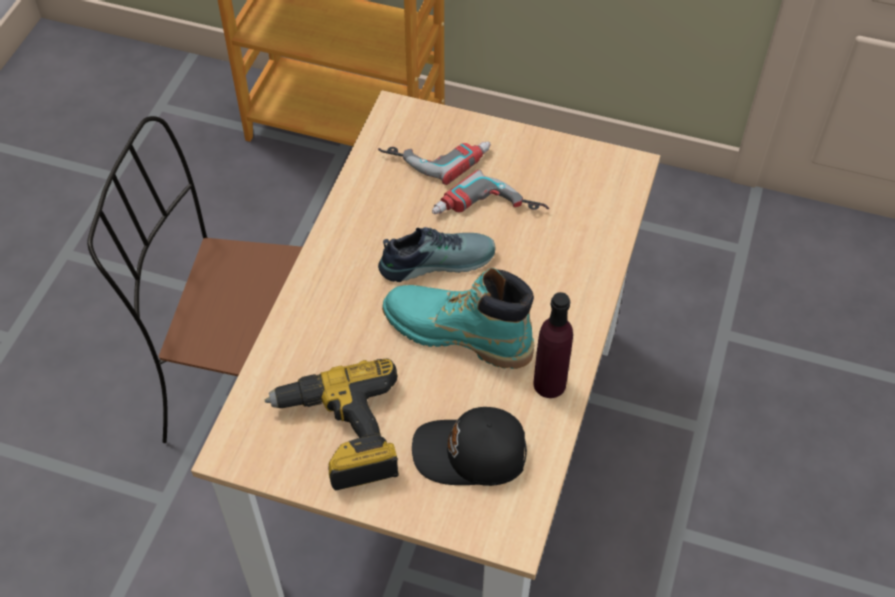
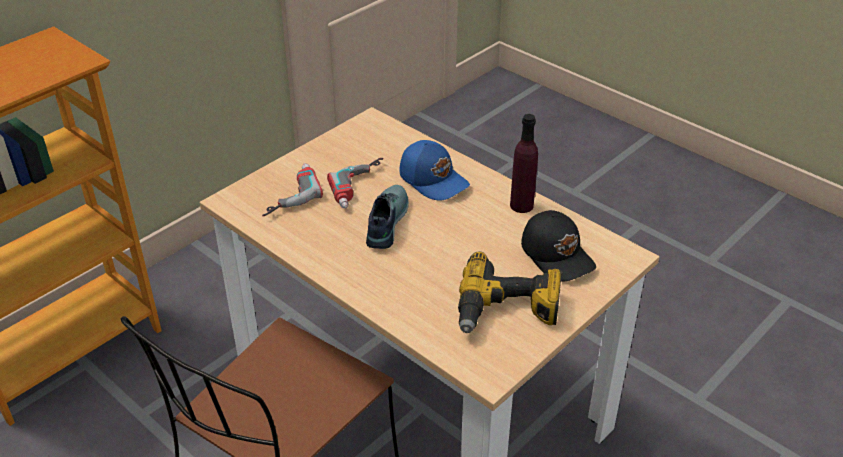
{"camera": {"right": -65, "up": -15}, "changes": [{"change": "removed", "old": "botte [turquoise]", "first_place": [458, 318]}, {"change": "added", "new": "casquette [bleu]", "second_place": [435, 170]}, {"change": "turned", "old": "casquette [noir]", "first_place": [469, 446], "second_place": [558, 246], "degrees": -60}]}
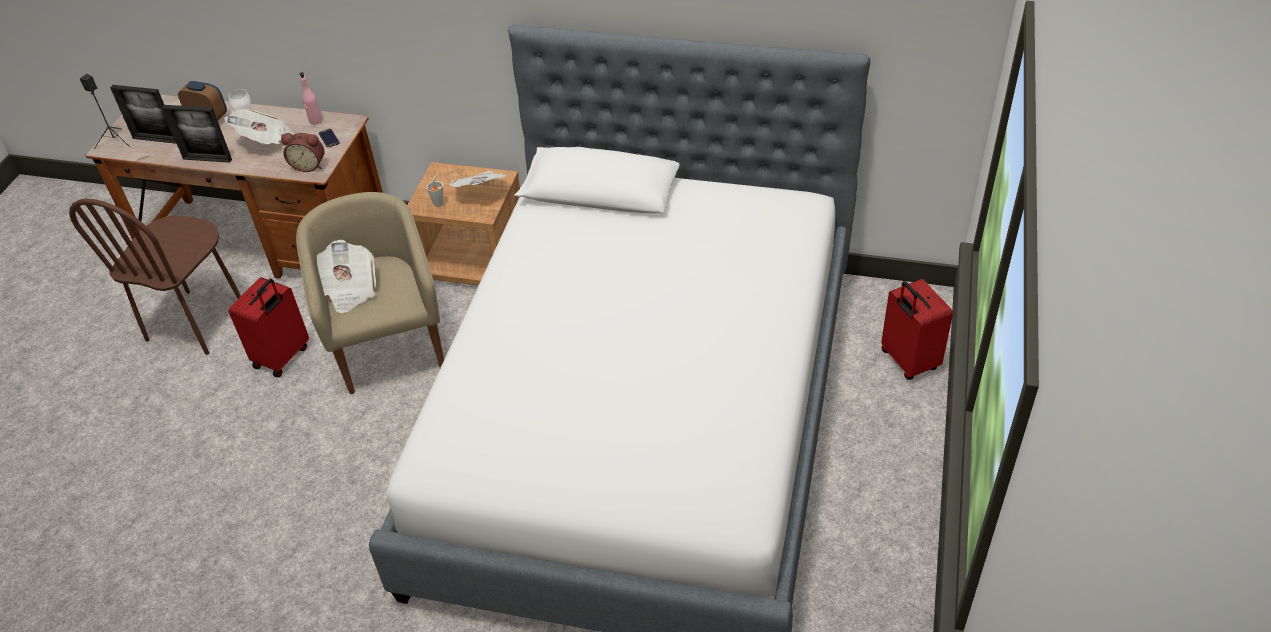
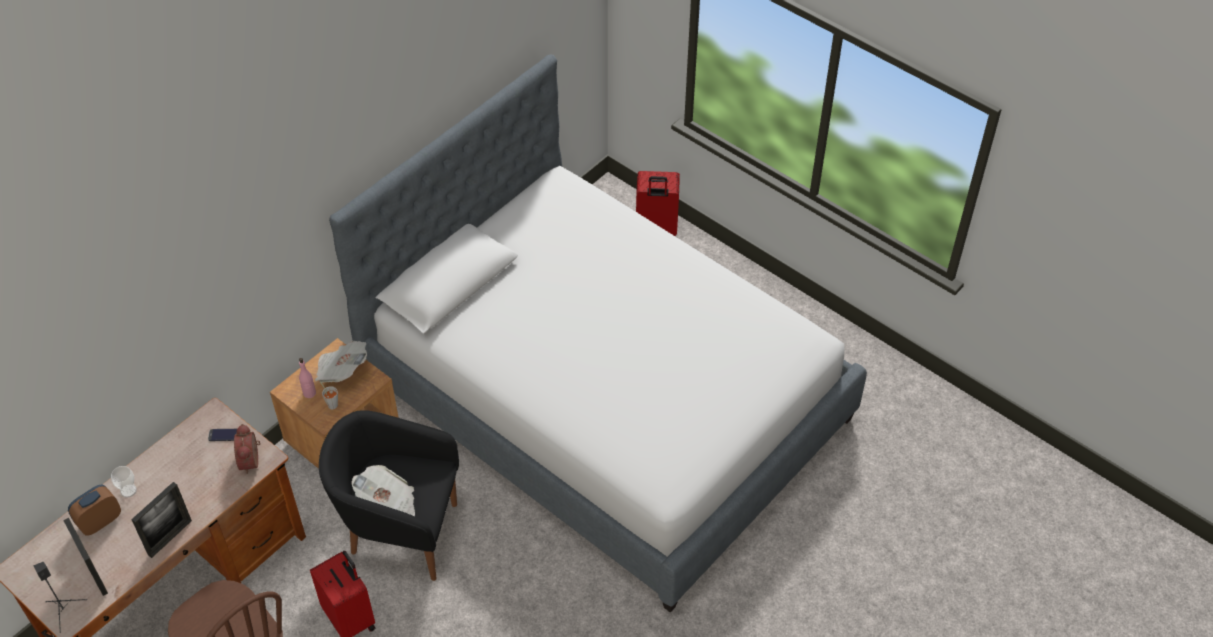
{"camera": {"right": -65, "up": 5}, "changes": [{"change": "removed", "old": "journal", "first_place": [259, 126]}, {"change": "moved", "old": "bouteille [rose]", "first_place": [310, 98], "second_place": [307, 378]}, {"change": "recoloured", "old": "fauteuil [beige]", "new": "fauteuil [noir]", "first_place": [370, 293], "second_place": [389, 495]}, {"change": "turned", "old": "cadre photo", "first_place": [143, 114], "second_place": [85, 557], "degrees": -75}, {"change": "turned", "old": "réveil", "first_place": [303, 152], "second_place": [247, 449], "degrees": 135}]}
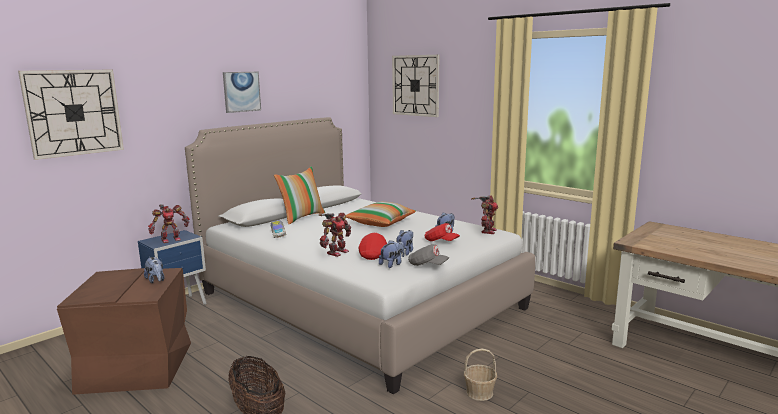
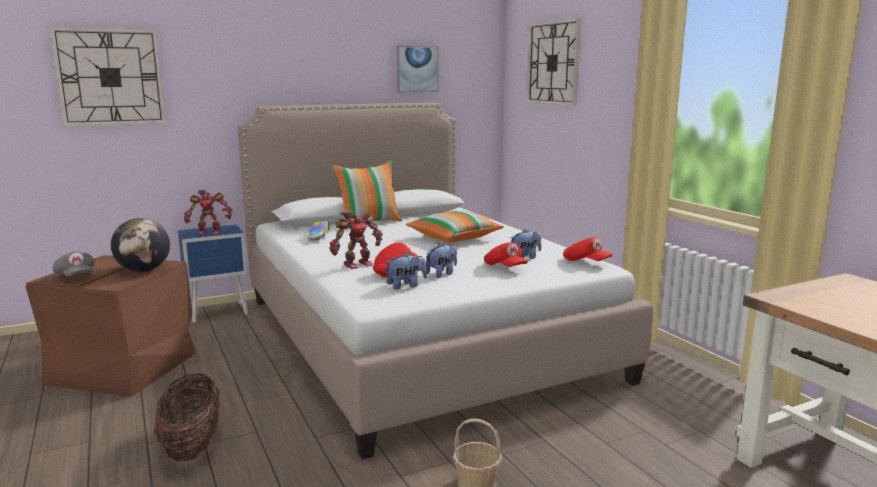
{"camera": {"right": 20, "up": 0}, "changes": [{"change": "moved", "old": "tableau", "first_place": [242, 92], "second_place": [417, 69]}, {"change": "moved", "old": "casquette [gris]", "first_place": [428, 255], "second_place": [74, 263]}, {"change": "replaced", "old": "peluche", "new": "globe", "first_place": [154, 270], "second_place": [140, 245]}, {"change": "replaced", "old": "robot jouet", "new": "casquette [rouge]", "first_place": [484, 215], "second_place": [588, 249]}]}
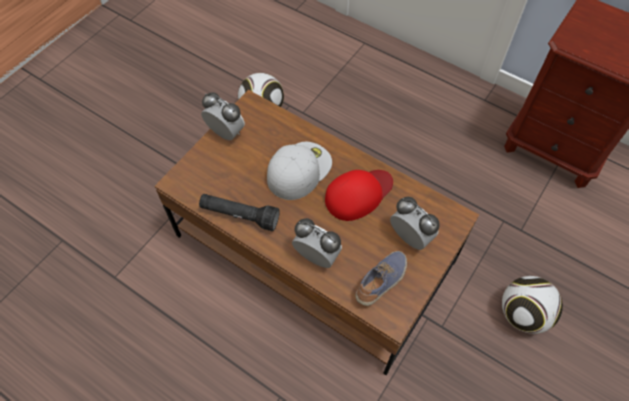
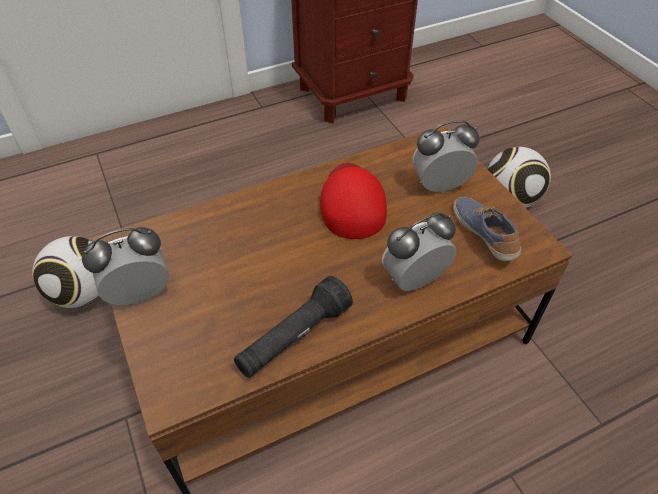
{"camera": {"right": -60, "up": -10}, "changes": [{"change": "removed", "old": "casquette [blanc]", "first_place": [299, 171]}]}
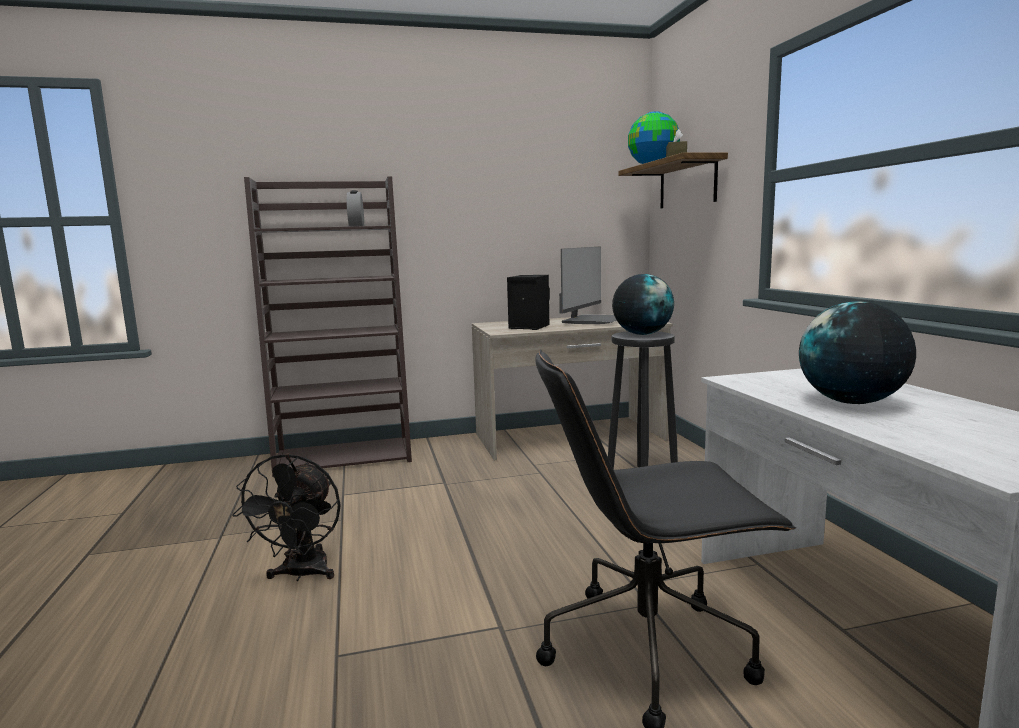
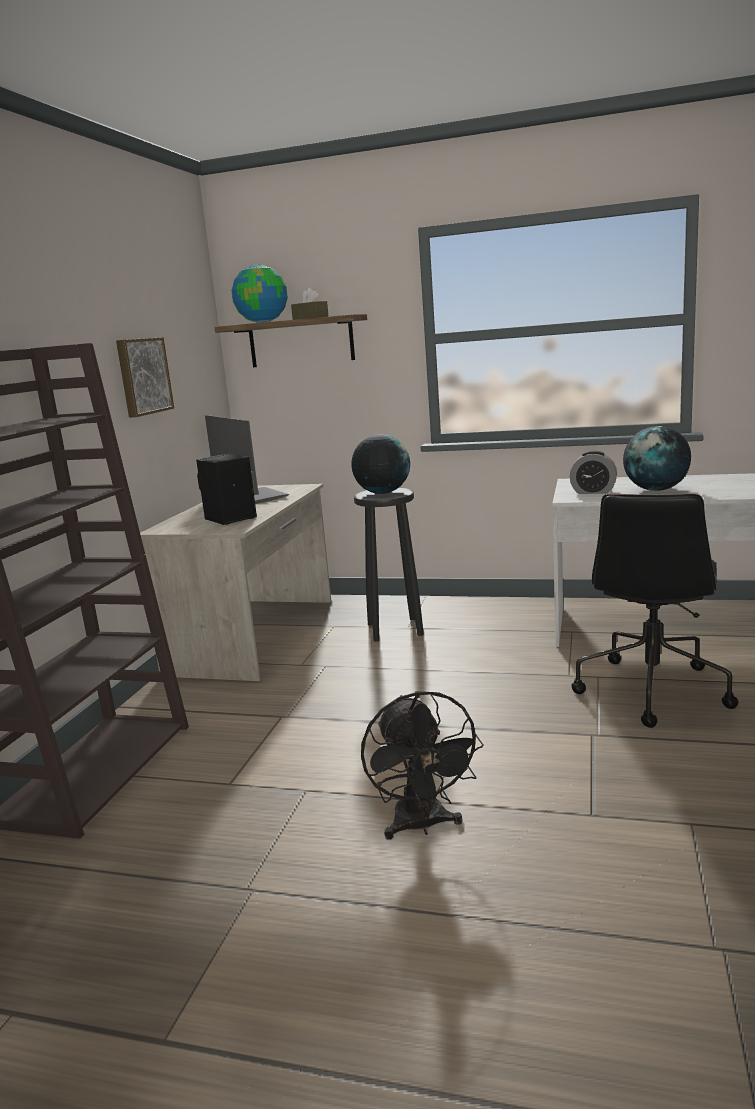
{"camera": {"right": -60, "up": 5}, "changes": [{"change": "added", "new": "tableau", "second_place": [145, 377]}, {"change": "moved", "old": "réveil", "first_place": [355, 208], "second_place": [593, 472]}, {"change": "turned", "old": "ventilateur [noir]", "first_place": [286, 517], "second_place": [422, 765], "degrees": 45}]}
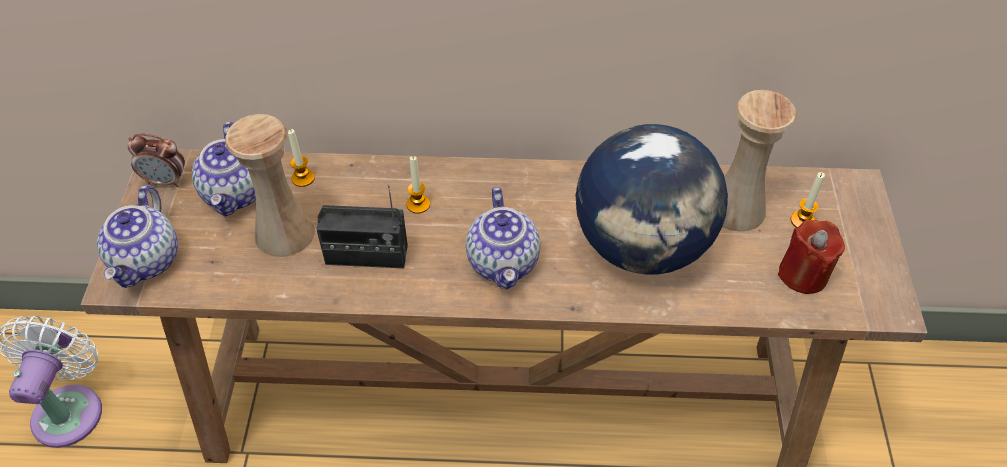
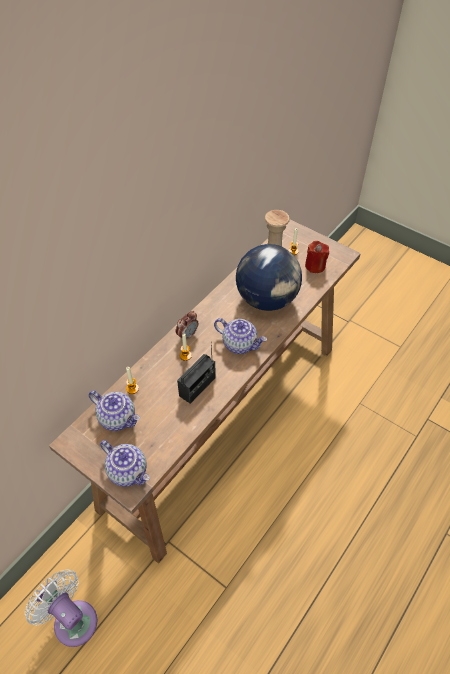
{"camera": {"right": -55, "up": 0}, "changes": [{"change": "removed", "old": "vase [beige]", "first_place": [270, 185]}, {"change": "moved", "old": "réveil", "first_place": [156, 160], "second_place": [187, 325]}]}
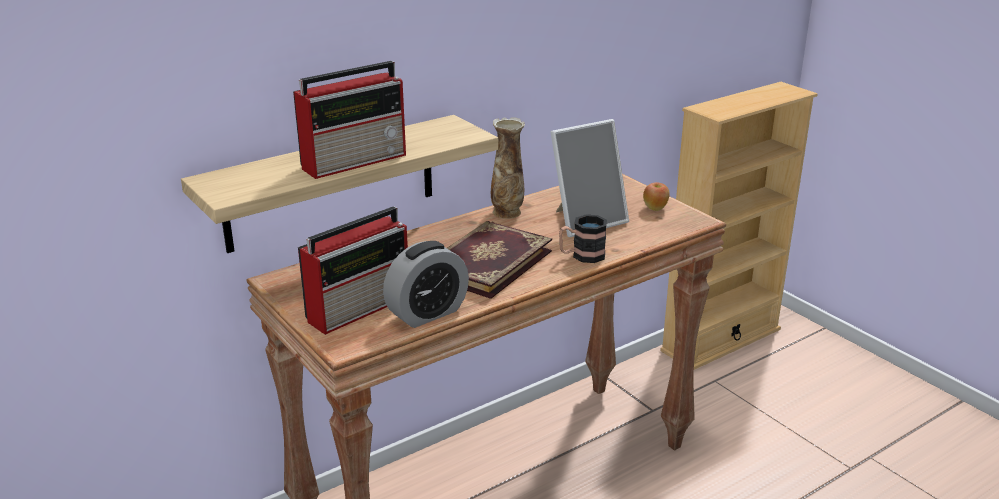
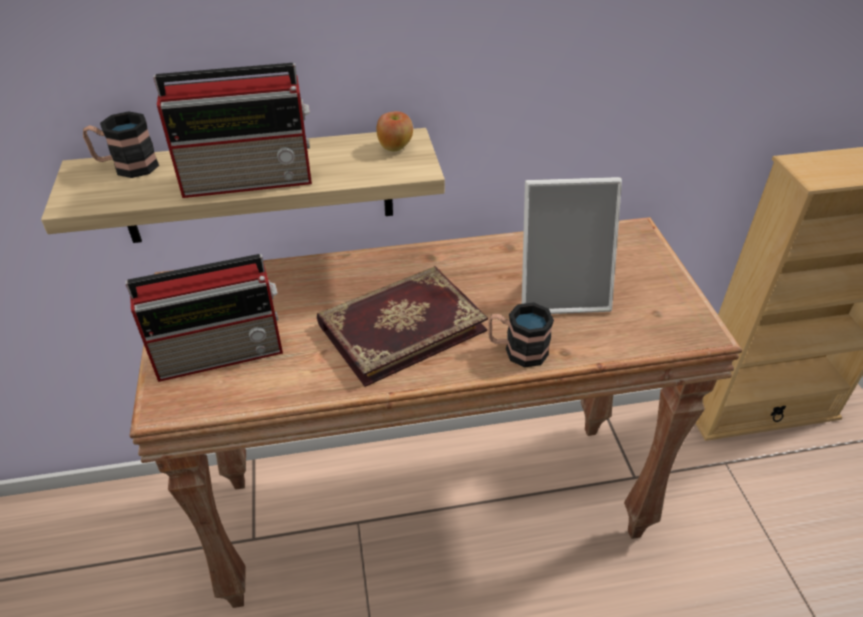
{"camera": {"right": 25, "up": 15}, "changes": [{"change": "removed", "old": "réveil", "first_place": [426, 284]}, {"change": "removed", "old": "vase", "first_place": [508, 168]}, {"change": "added", "new": "mug", "second_place": [121, 144]}, {"change": "moved", "old": "pomme", "first_place": [656, 196], "second_place": [395, 131]}]}
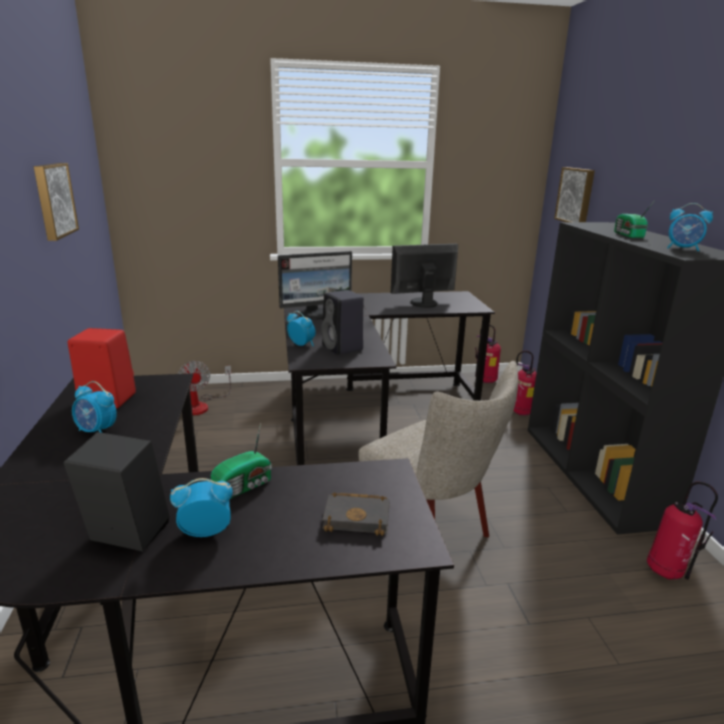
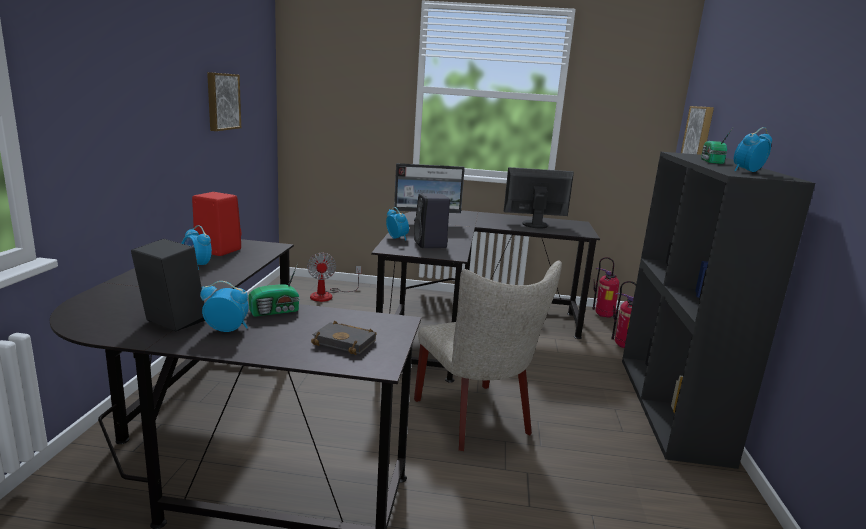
{"camera": {"right": 15, "up": -5}, "changes": [{"change": "removed", "old": "extincteur", "first_place": [682, 531]}, {"change": "turned", "old": "réveil", "first_place": [690, 227], "second_place": [753, 149], "degrees": 105}]}
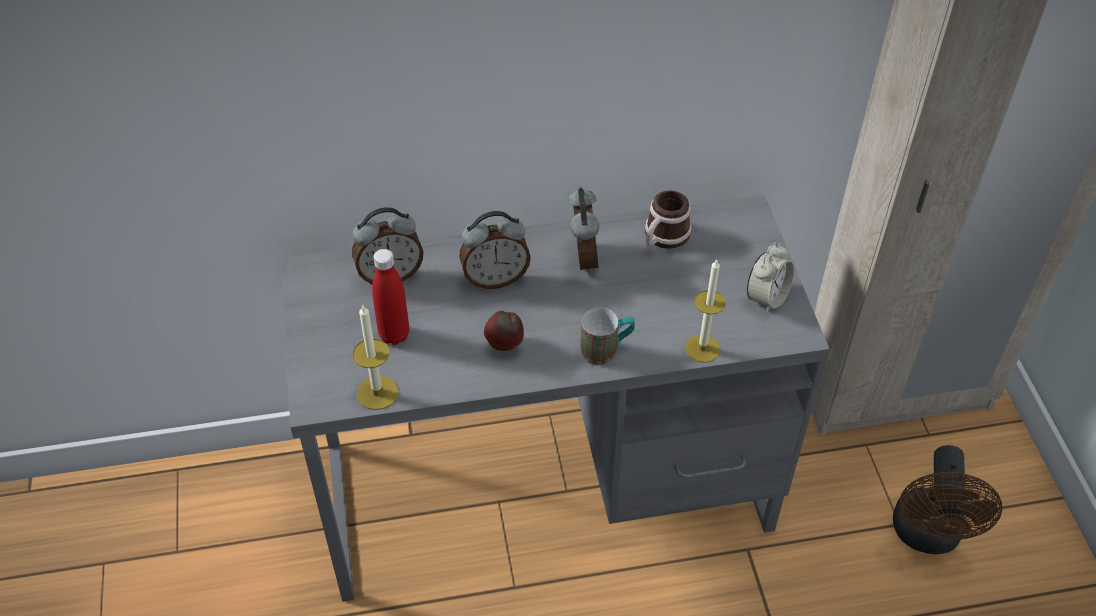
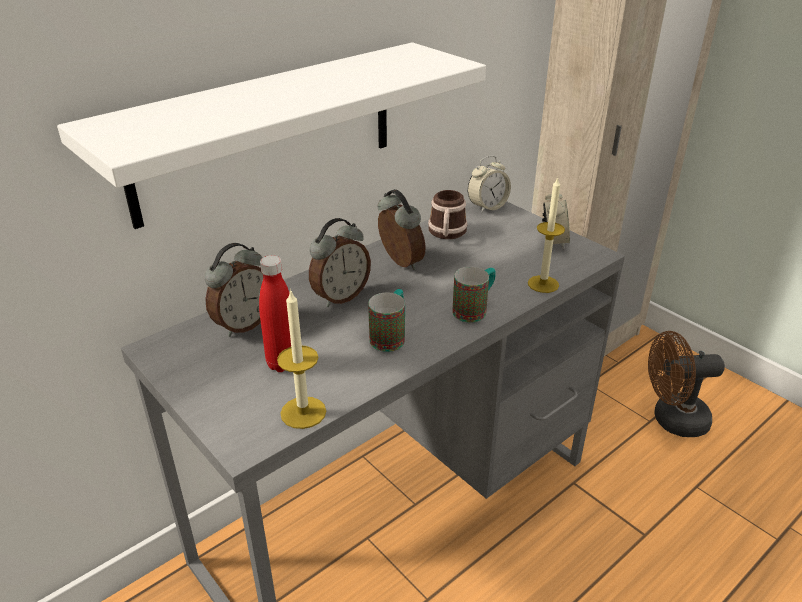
{"camera": {"right": -30, "up": -15}, "changes": [{"change": "added", "new": "étagère [blanc]", "second_place": [271, 135]}, {"change": "added", "new": "réveil", "second_place": [489, 185]}, {"change": "replaced", "old": "pomme", "new": "mug", "first_place": [504, 331], "second_place": [386, 320]}, {"change": "turned", "old": "ventilateur [marron]", "first_place": [947, 499], "second_place": [686, 384], "degrees": 105}]}
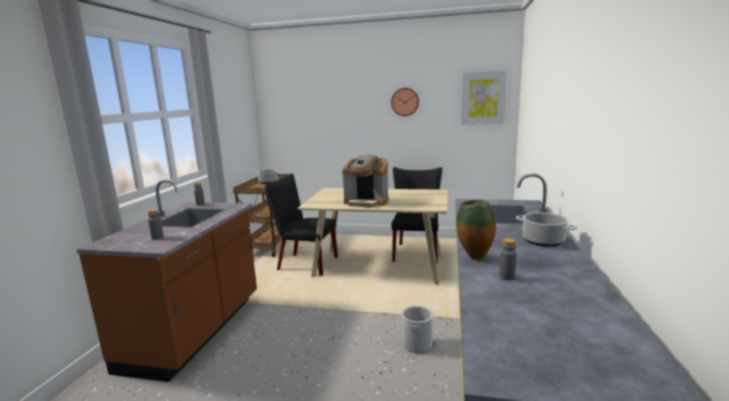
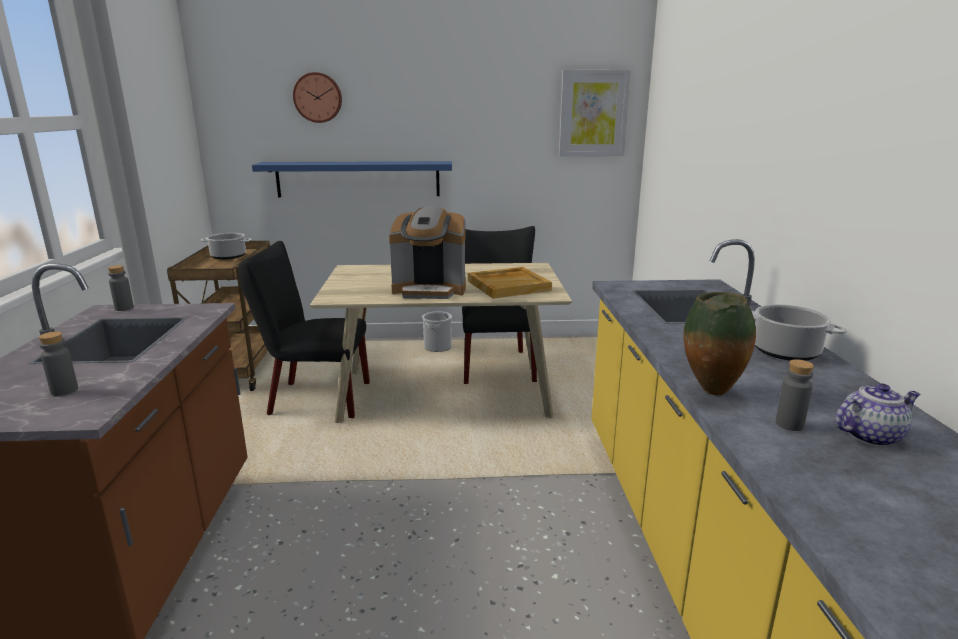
{"camera": {"right": -15, "up": 5}, "changes": [{"change": "added", "new": "étagère [bleu]", "second_place": [352, 179]}, {"change": "added", "new": "plateau [beige]", "second_place": [510, 282]}, {"change": "added", "new": "théière", "second_place": [877, 415]}, {"change": "moved", "old": "horloge murale", "first_place": [405, 102], "second_place": [317, 97]}, {"change": "moved", "old": "seau", "first_place": [417, 329], "second_place": [437, 331]}]}
